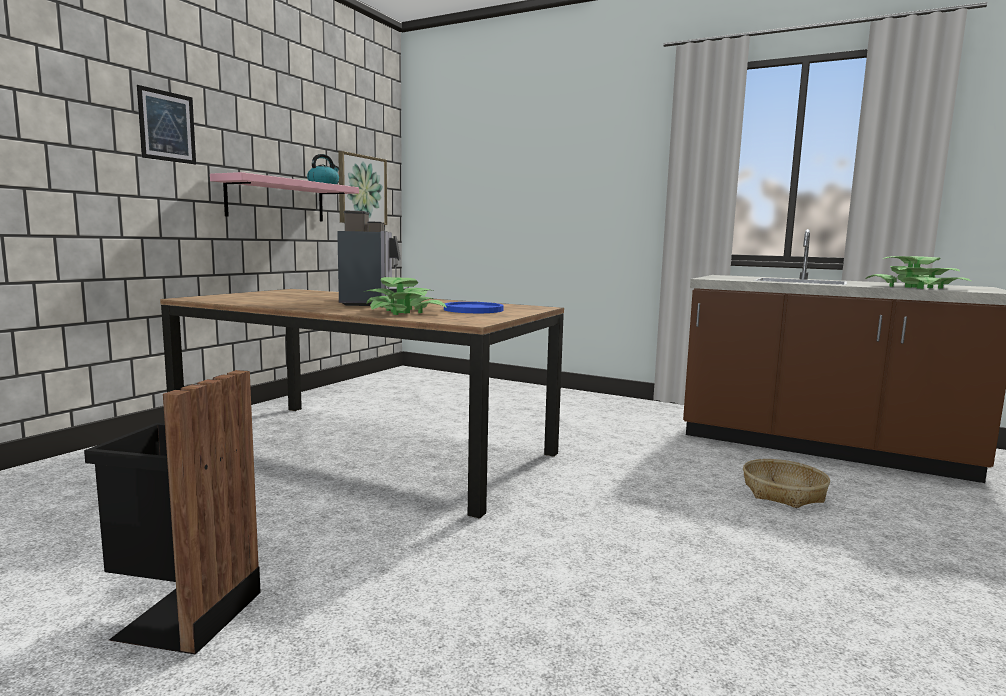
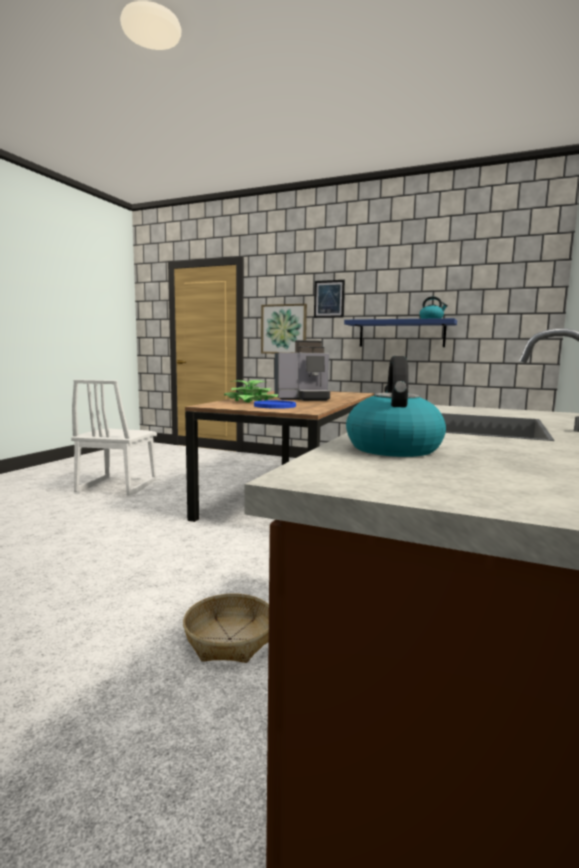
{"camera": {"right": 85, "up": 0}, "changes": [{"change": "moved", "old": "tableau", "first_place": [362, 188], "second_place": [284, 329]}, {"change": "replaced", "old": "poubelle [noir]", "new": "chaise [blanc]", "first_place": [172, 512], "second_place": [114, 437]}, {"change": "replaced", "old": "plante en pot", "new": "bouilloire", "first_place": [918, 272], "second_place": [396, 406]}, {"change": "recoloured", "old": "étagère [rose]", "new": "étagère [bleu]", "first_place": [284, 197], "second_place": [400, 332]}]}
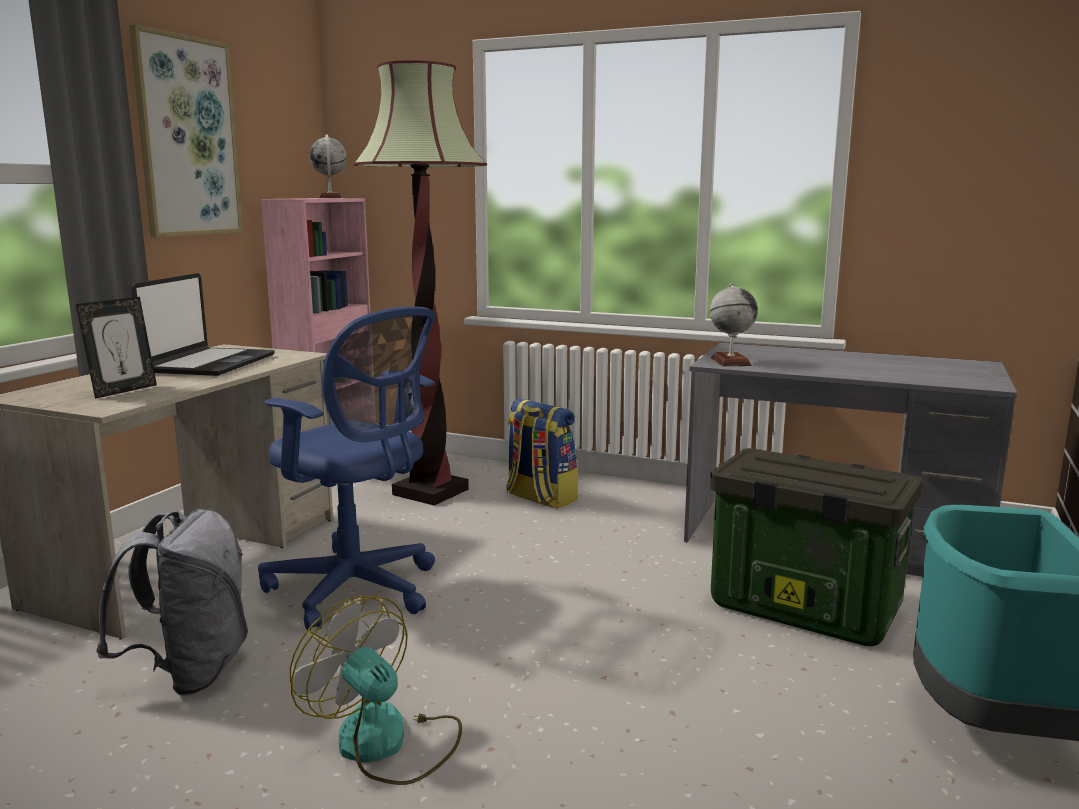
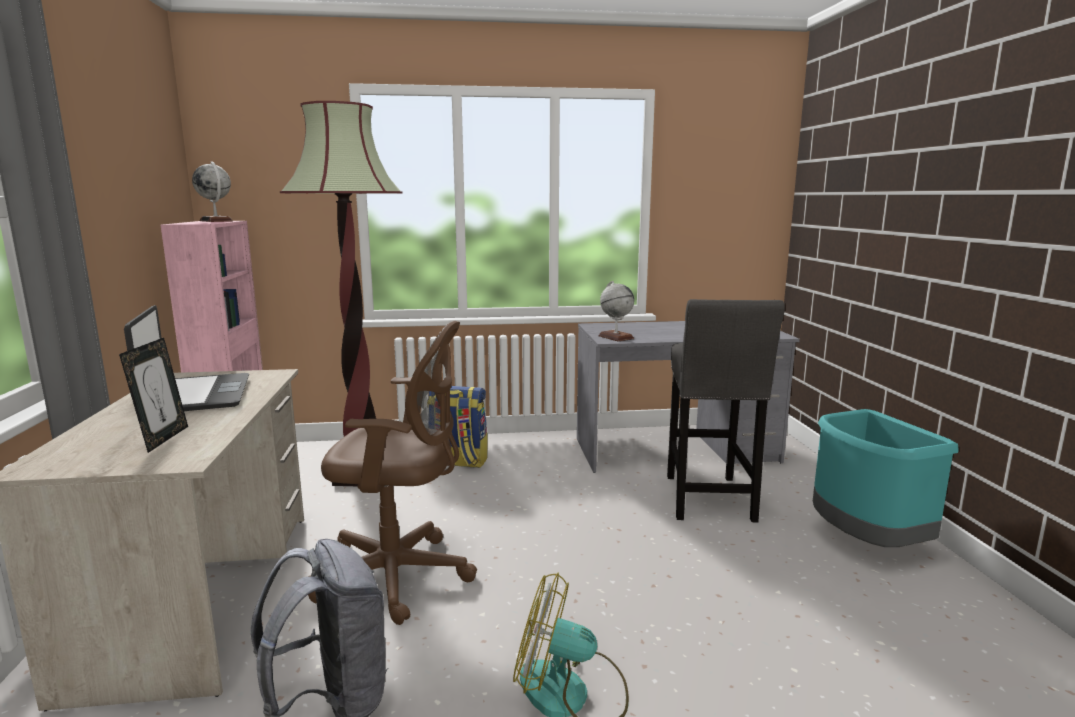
{"camera": {"right": -30, "up": 0}, "changes": [{"change": "removed", "old": "tableau", "first_place": [186, 131]}, {"change": "replaced", "old": "boîte de rangement", "new": "tabouret [gris]", "first_place": [816, 547], "second_place": [726, 410]}, {"change": "recoloured", "old": "chaise de bureau [bleu]", "new": "chaise de bureau [marron]", "first_place": [347, 468], "second_place": [392, 473]}]}
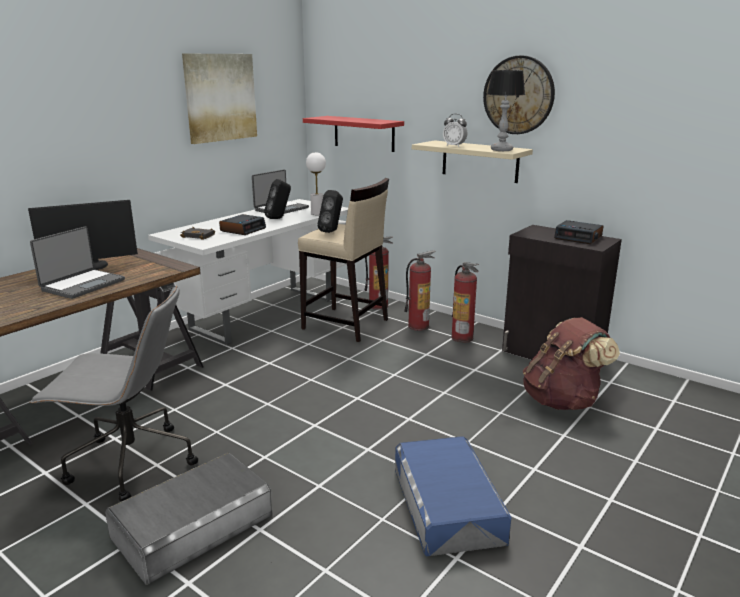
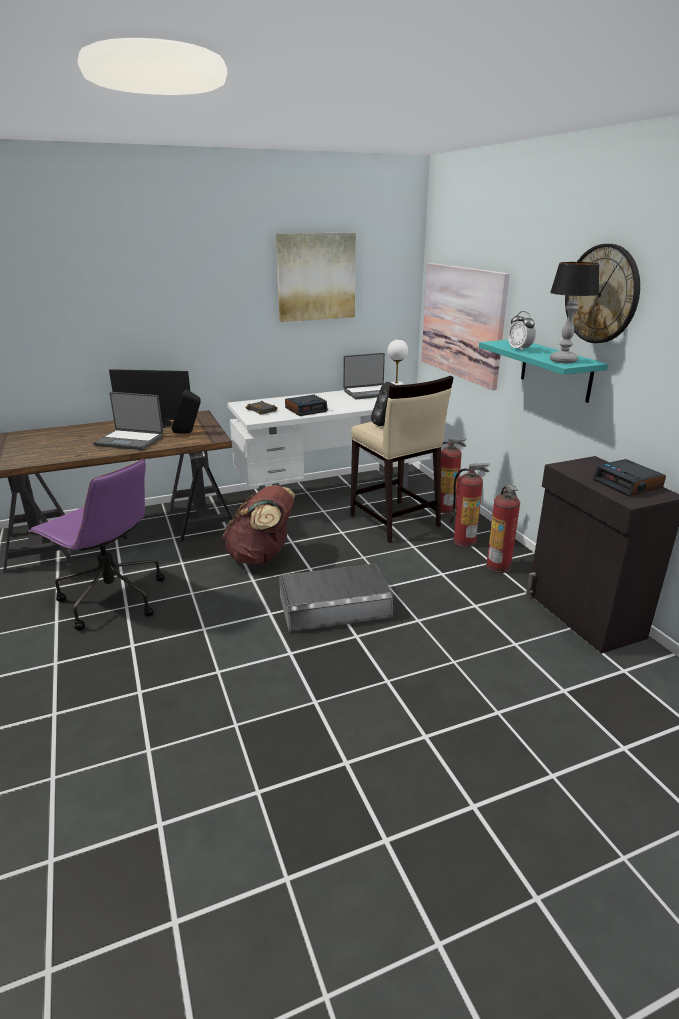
{"camera": {"right": 30, "up": 5}, "changes": [{"change": "removed", "old": "boîte de rangement [bleu]", "first_place": [453, 496]}, {"change": "moved", "old": "boîte de rangement [gris]", "first_place": [189, 519], "second_place": [336, 598]}, {"change": "moved", "old": "enceinte [noir]", "first_place": [277, 199], "second_place": [186, 411]}, {"change": "moved", "old": "sac à dos [marron]", "first_place": [571, 363], "second_place": [258, 525]}, {"change": "replaced", "old": "étagère [rouge]", "new": "tableau", "first_place": [353, 134], "second_place": [465, 326]}, {"change": "recoloured", "old": "chaise de bureau [gris]", "new": "chaise de bureau [violet]", "first_place": [114, 394], "second_place": [97, 544]}, {"change": "recoloured", "old": "étagère [beige]", "new": "étagère [turquoise]", "first_place": [472, 161], "second_place": [543, 371]}, {"change": "turned", "old": "ordinateur portable", "first_place": [77, 262], "second_place": [128, 421], "degrees": 45}]}
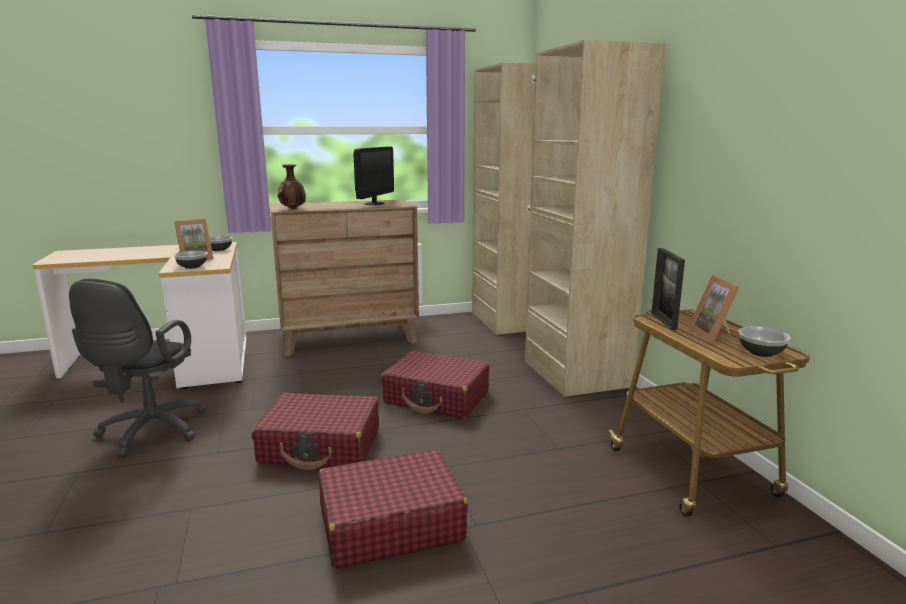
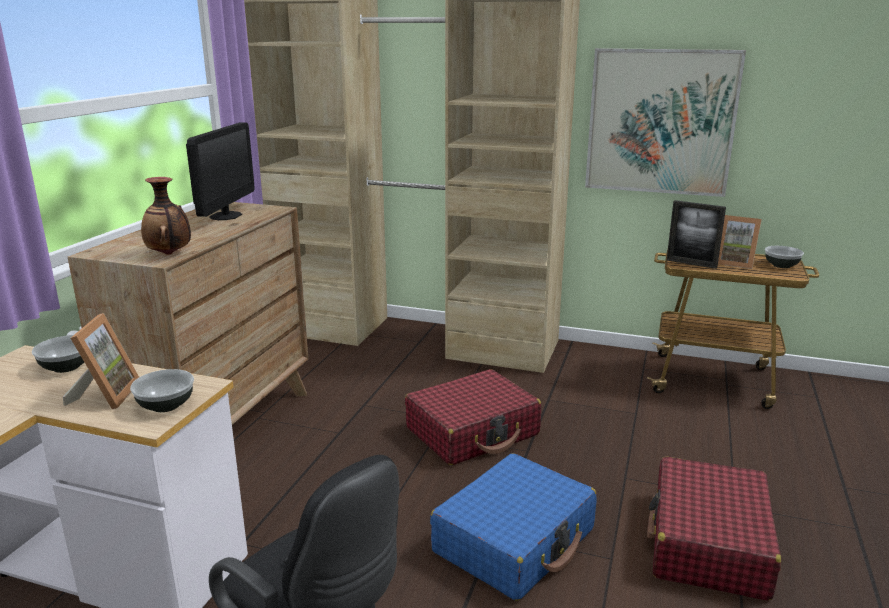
{"camera": {"right": -55, "up": 5}, "changes": [{"change": "added", "new": "tableau", "second_place": [665, 122]}, {"change": "recoloured", "old": "valise [rouge]", "new": "valise [bleu]", "first_place": [315, 431], "second_place": [513, 527]}, {"change": "turned", "old": "écran d'ordinateur", "first_place": [373, 175], "second_place": [220, 171], "degrees": 45}]}
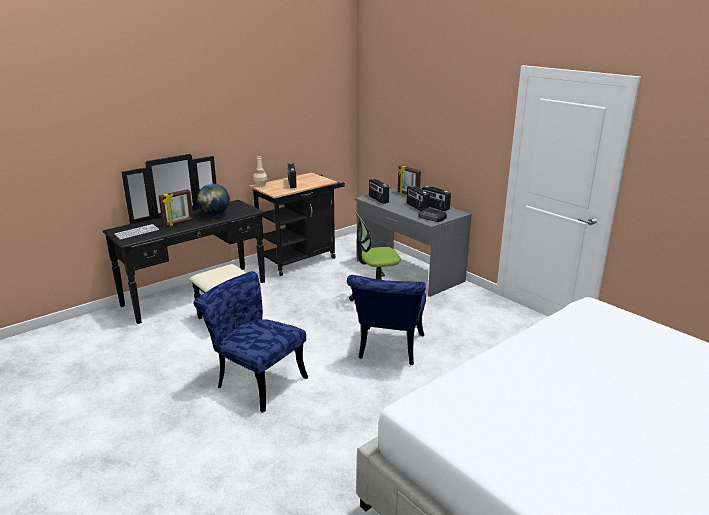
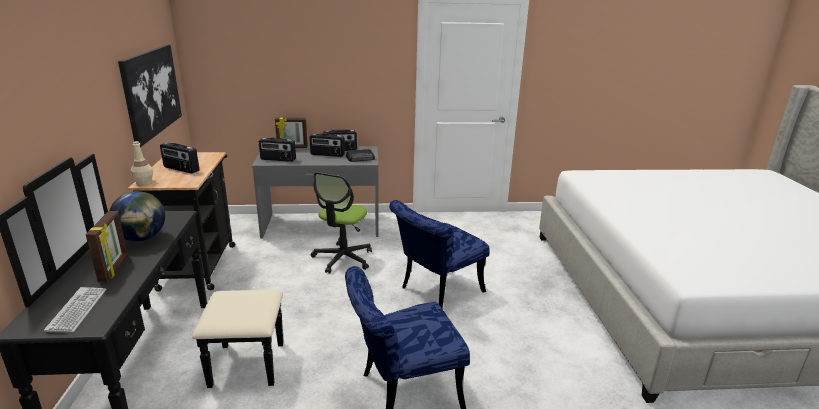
{"camera": {"right": -55, "up": 0}, "changes": [{"change": "added", "new": "tableau", "second_place": [150, 96]}, {"change": "turned", "old": "chaise [bleu]", "first_place": [386, 320], "second_place": [439, 254], "degrees": 90}]}
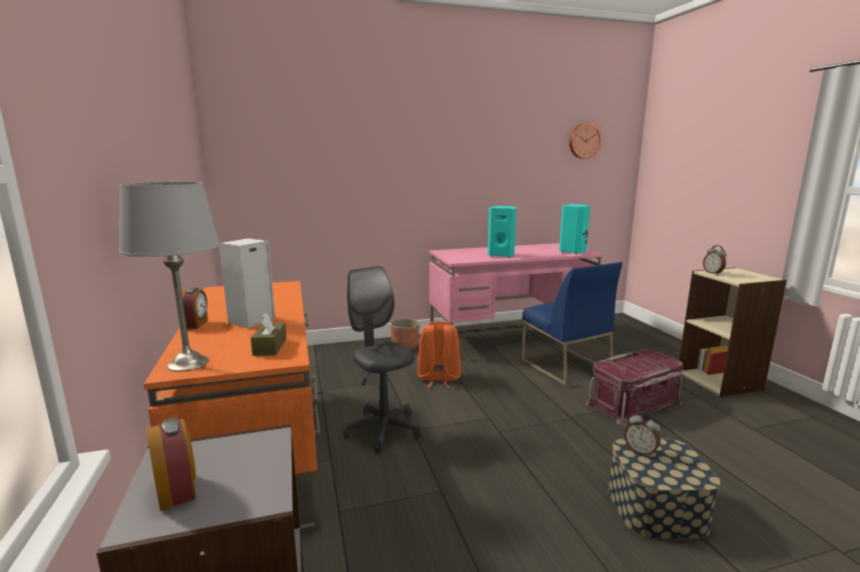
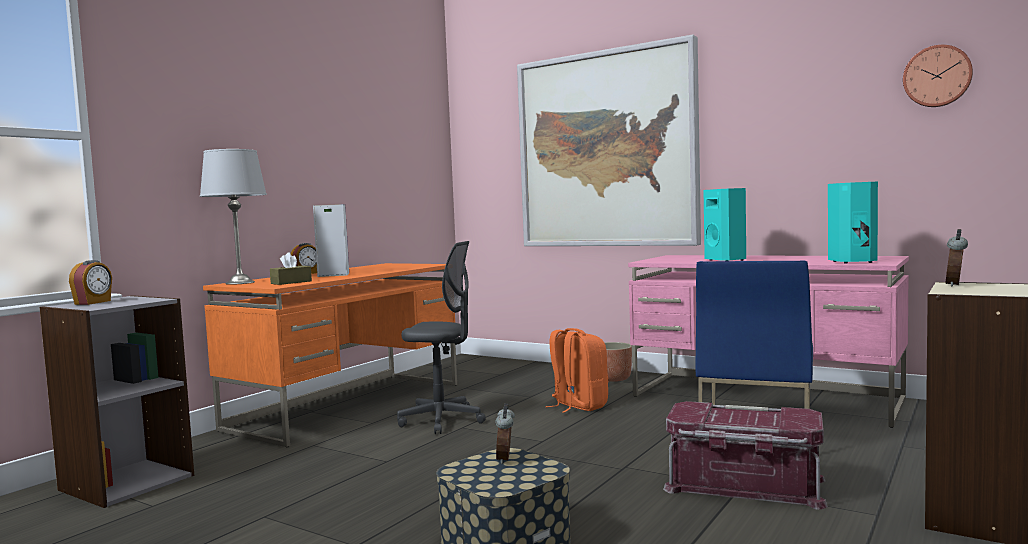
{"camera": {"right": 50, "up": -10}, "changes": [{"change": "added", "new": "tableau", "second_place": [609, 140]}, {"change": "turned", "old": "chaise de bureau [gris]", "first_place": [382, 360], "second_place": [441, 337], "degrees": 90}]}
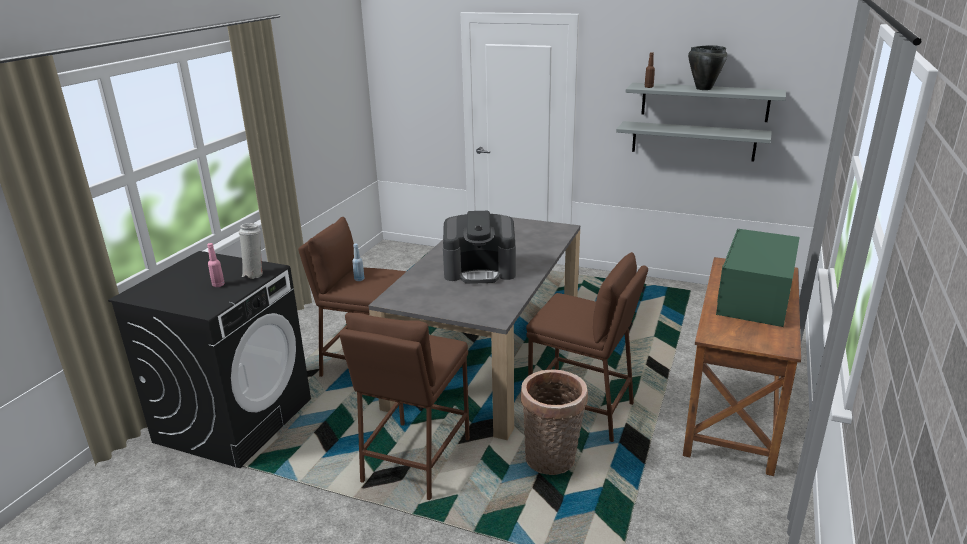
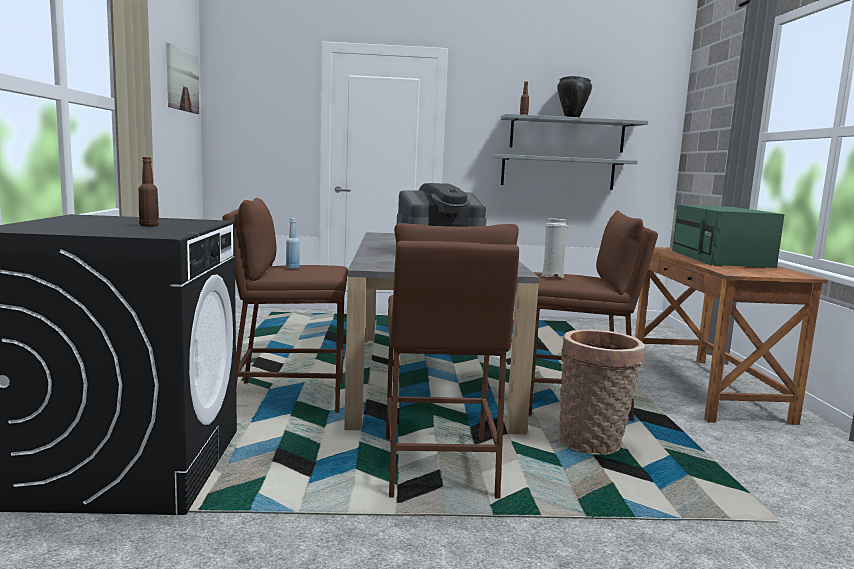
{"camera": {"right": -25, "up": -15}, "changes": [{"change": "added", "new": "tableau", "second_place": [182, 78]}, {"change": "moved", "old": "vase [blanc]", "first_place": [251, 251], "second_place": [555, 248]}, {"change": "recoloured", "old": "bouteille [rose]", "new": "bouteille [marron]", "first_place": [216, 265], "second_place": [148, 192]}]}
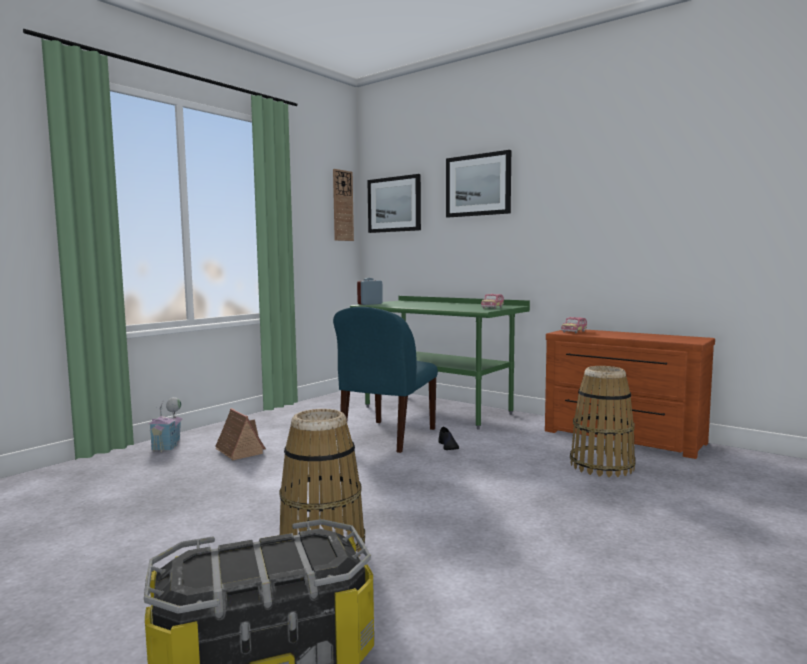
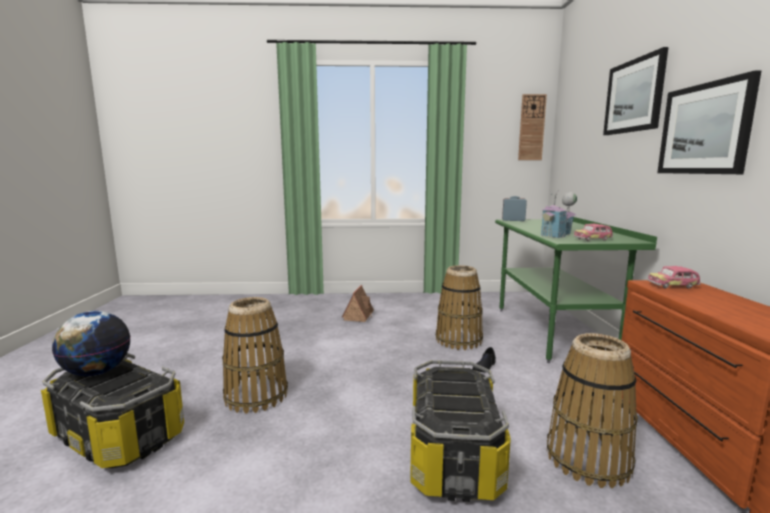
{"camera": {"right": 50, "up": 5}, "changes": [{"change": "added", "new": "globe", "second_place": [91, 343]}, {"change": "added", "new": "boîte de rangement", "second_place": [460, 431]}, {"change": "moved", "old": "maison miniature", "first_place": [166, 424], "second_place": [558, 214]}, {"change": "moved", "old": "tableau", "first_place": [394, 203], "second_place": [709, 122]}, {"change": "replaced", "old": "chaise [bleu]", "new": "panier", "first_place": [385, 380], "second_place": [459, 307]}]}
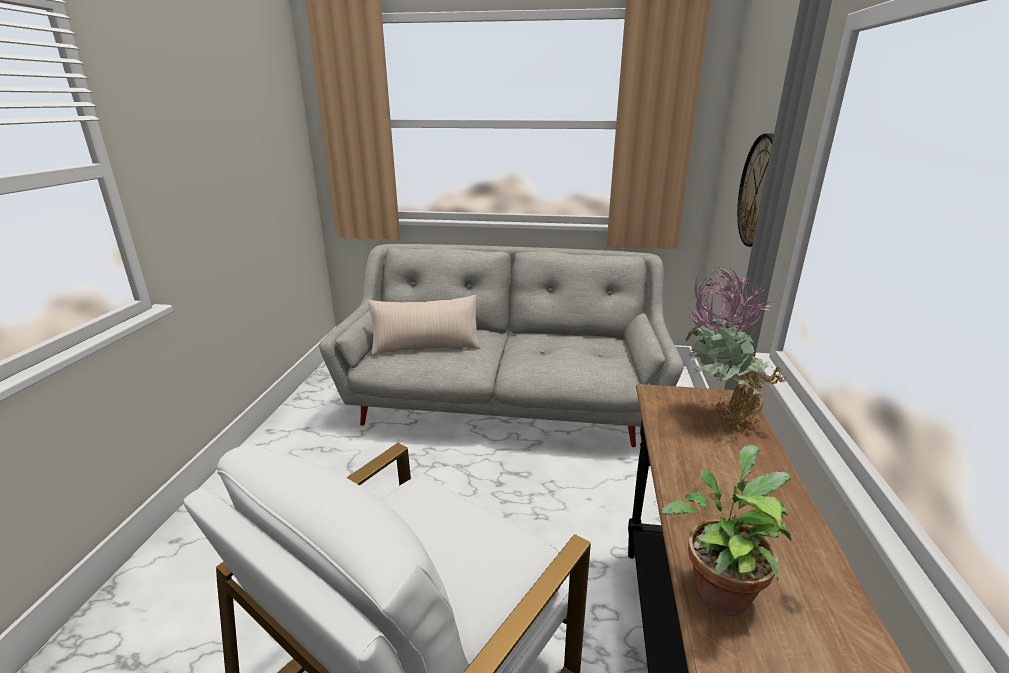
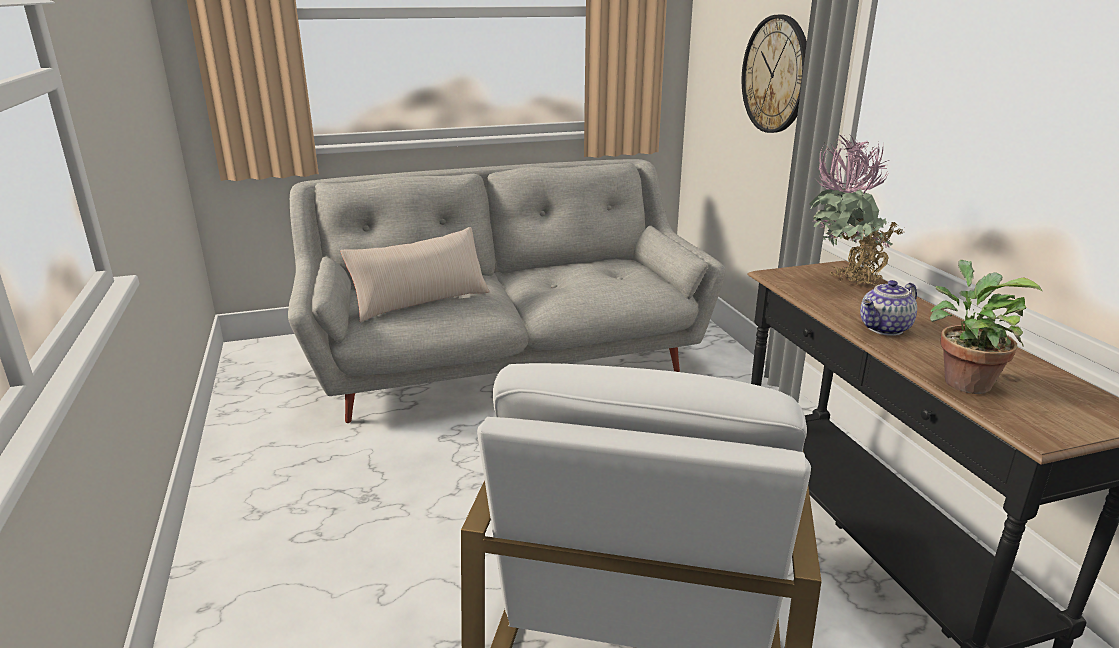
{"camera": {"right": -25, "up": 0}, "changes": [{"change": "added", "new": "théière", "second_place": [888, 308]}]}
